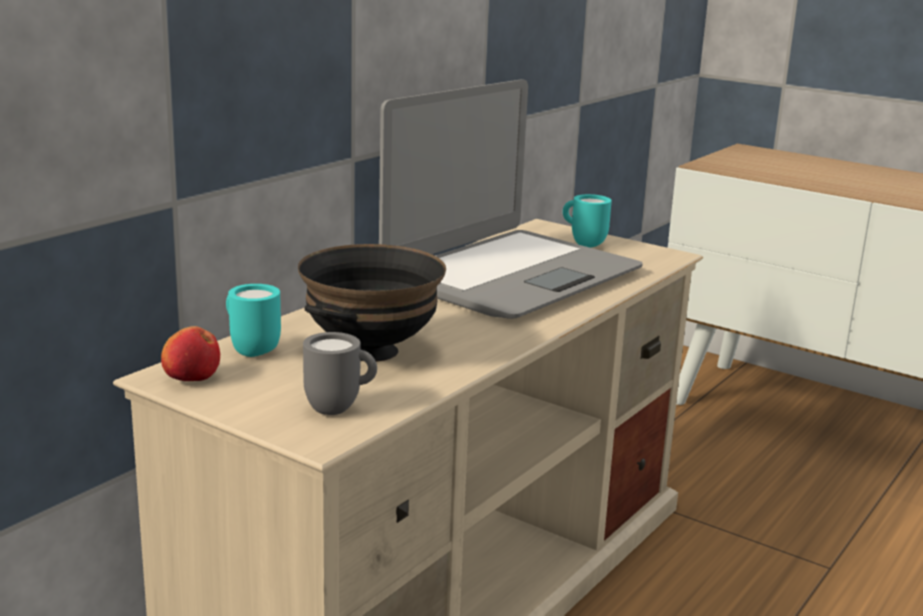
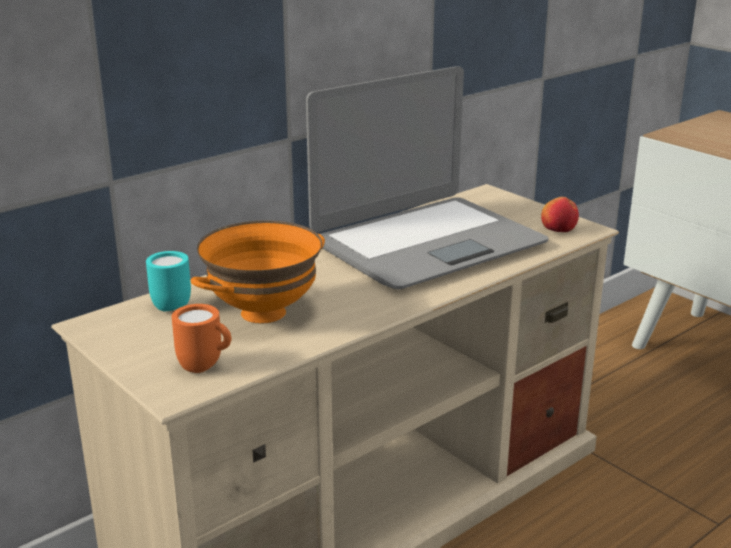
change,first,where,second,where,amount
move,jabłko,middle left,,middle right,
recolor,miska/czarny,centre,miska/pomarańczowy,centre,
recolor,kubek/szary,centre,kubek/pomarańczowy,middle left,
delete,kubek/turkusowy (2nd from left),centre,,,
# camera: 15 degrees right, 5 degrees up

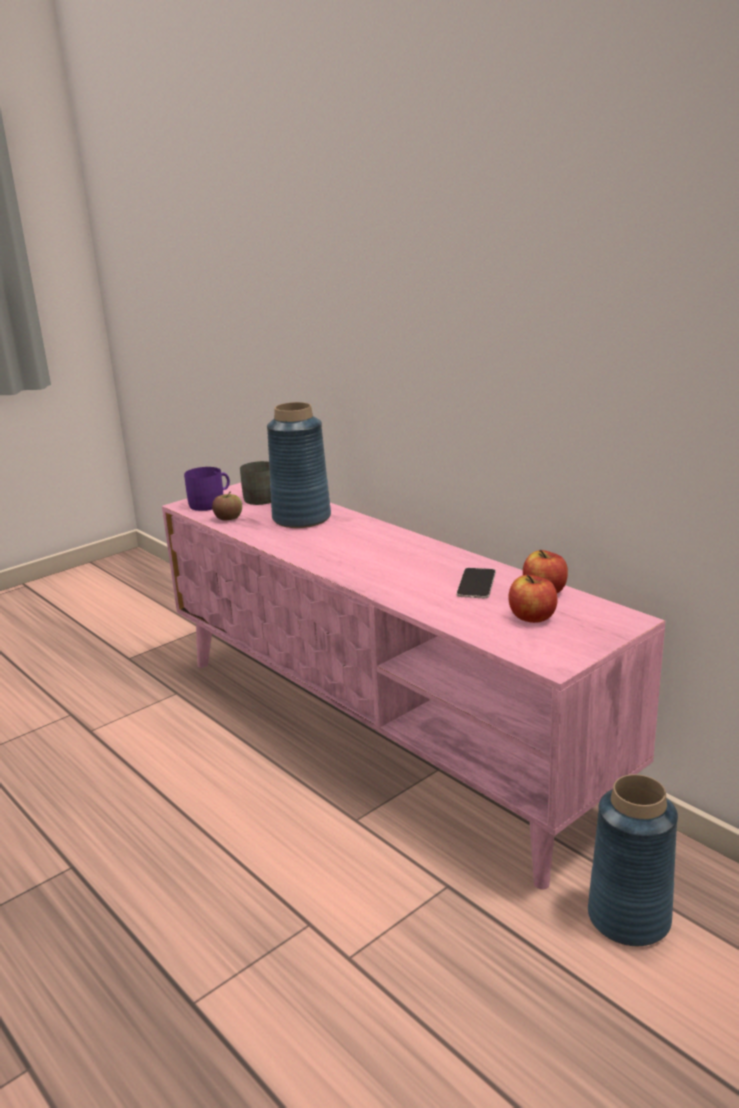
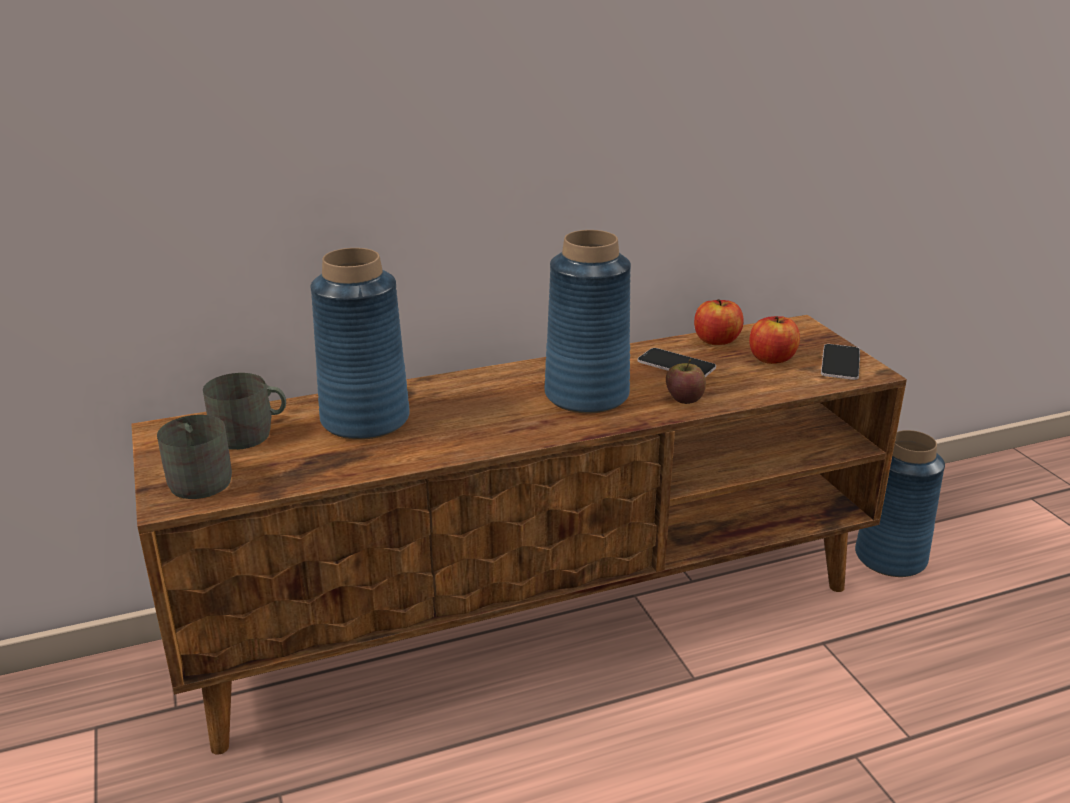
change,first,where,second,where,amount
recolor,szafka pod telewizor/różowy,centre,szafka pod telewizor/brązowy,centre,
recolor,kubek/fioletowy,middle left,kubek/szary (1st from left),middle left,
move,jabłko (1st from left),middle left,,centre,
insert,,,wazon/niebieski (2nd from left),centre,
insert,,,telefon (2nd from left),middle right,
# camera: 70 degrees left, 5 degrees up

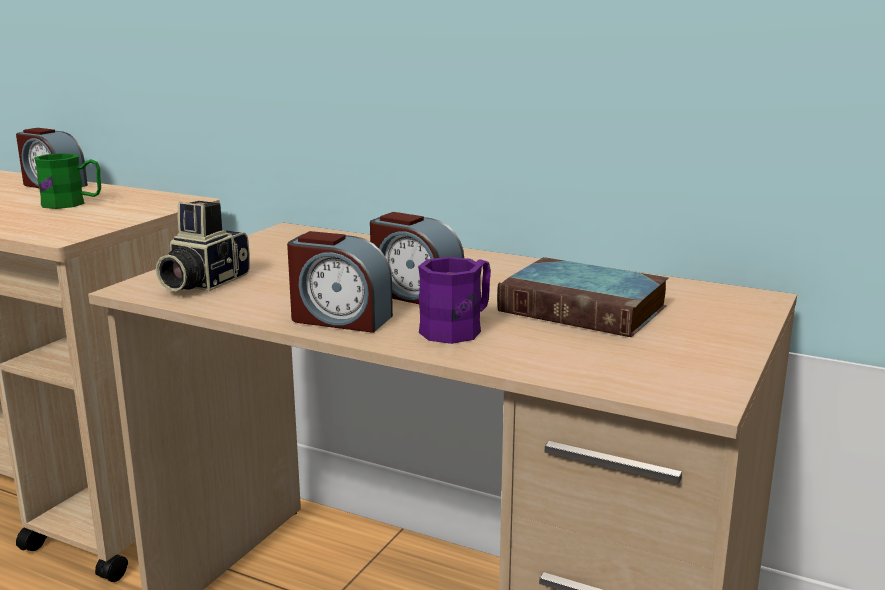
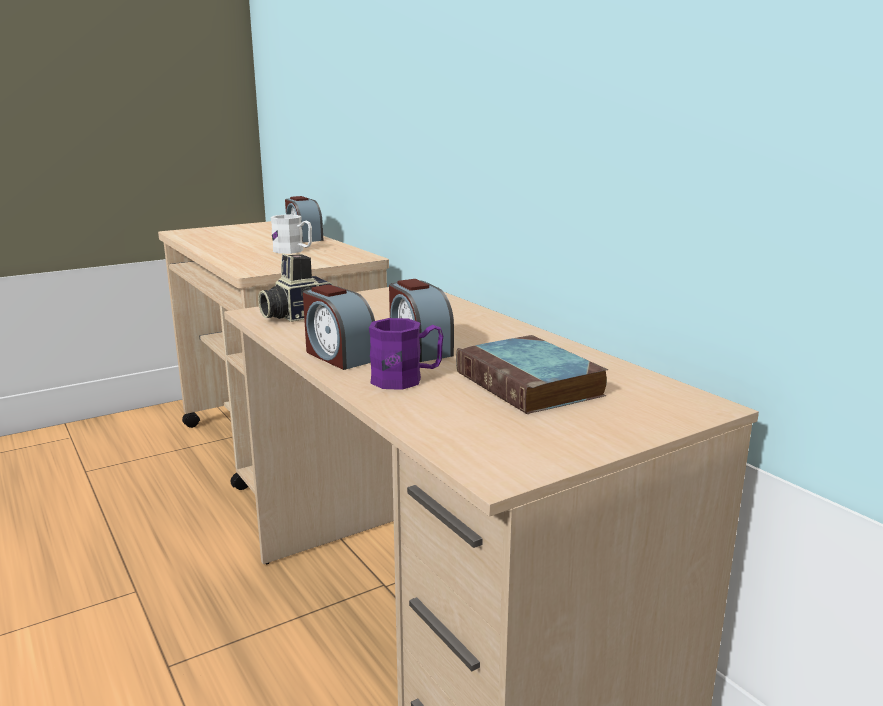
change,first,where,second,where,amount
recolor,kubek/zielony,top left,kubek/biały,top left,
# camera: 30 degrees right, 0 degrees up

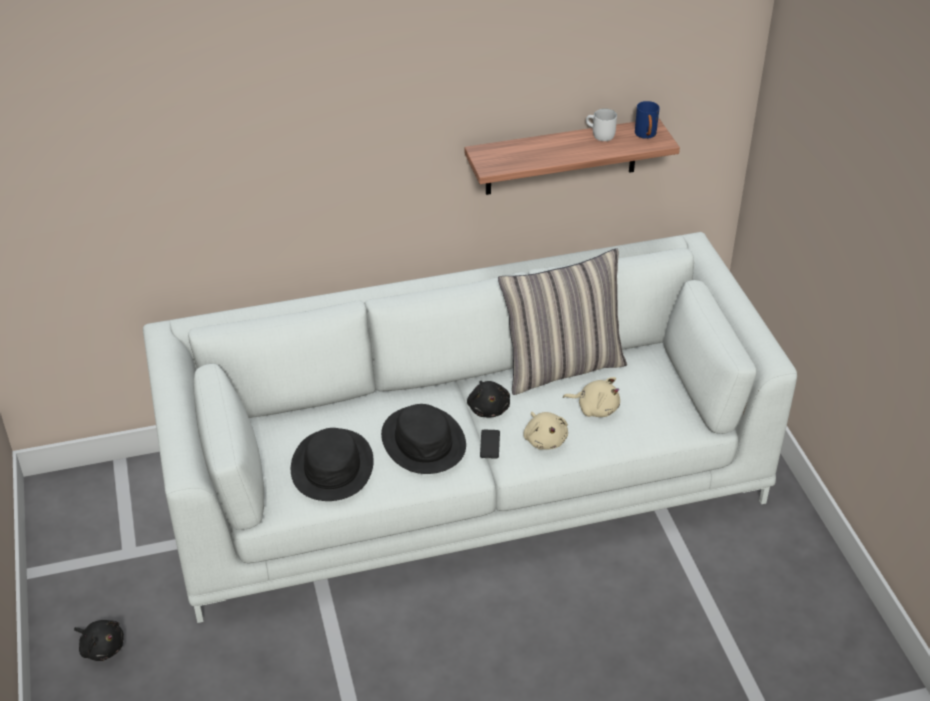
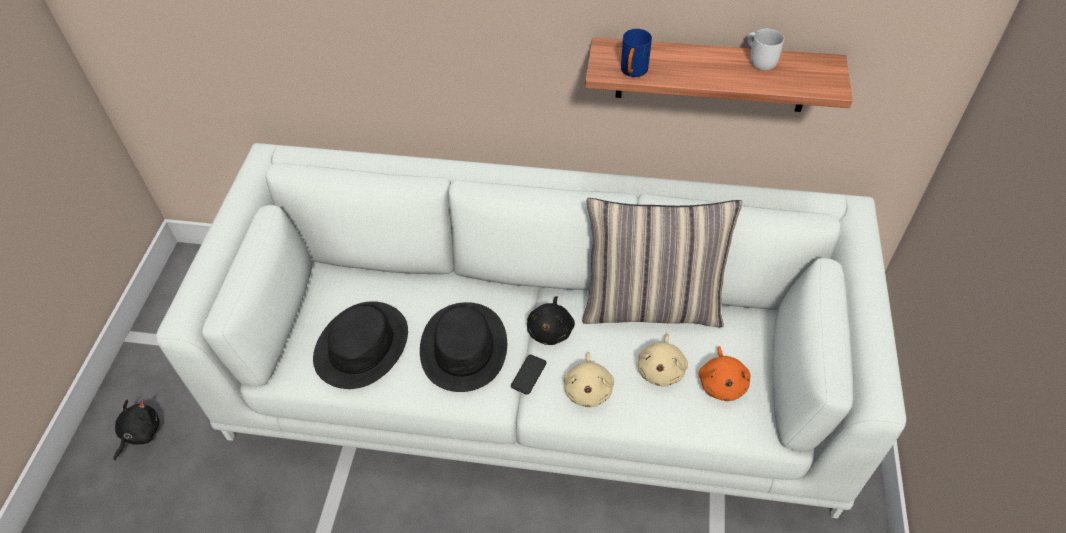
change,first,where,second,where,amount
rotate,pluszak/czarny (1st from left),bottom left,,bottom left,120 degrees counterclockwise
rotate,pluszak/beżowy (2nd from left),centre,,bottom centre,60 degrees clockwise
move,kubek/niebieski,top right,,top centre,
insert,,,pluszak/pomarańczowy,bottom right,
# camera: 25 degrees right, 10 degrees up

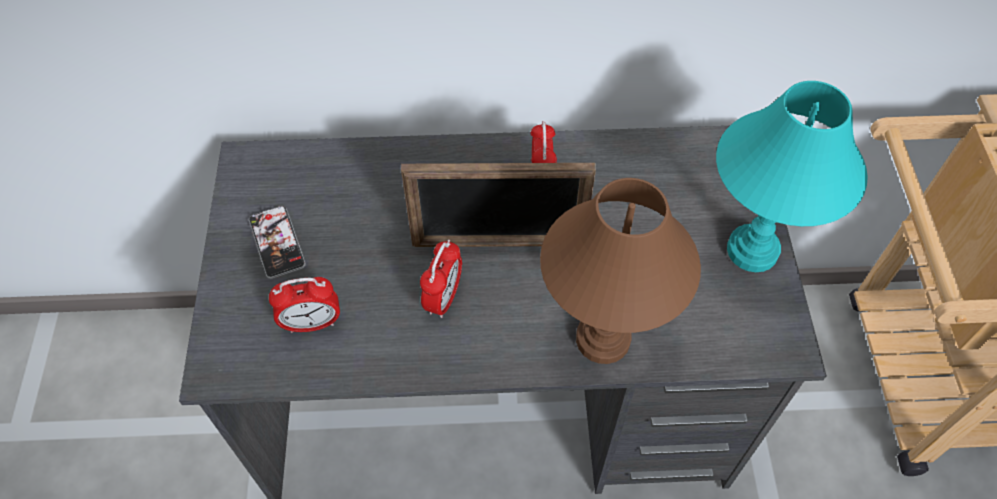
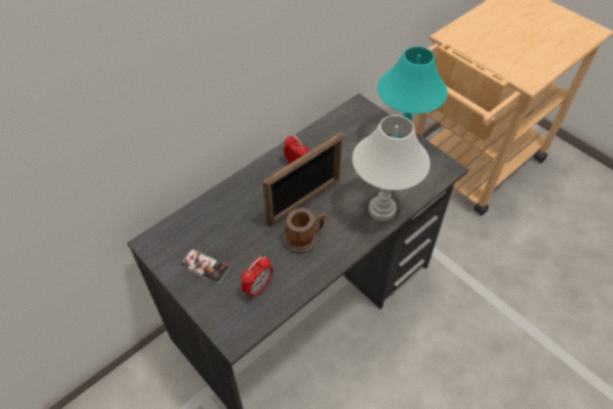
change,first,where,second,where,amount
replace,budzik (2nd from left),centre,kubek,centre,
recolor,lampa stołowa/brązowy,centre,lampa stołowa/biały,centre,
# camera: 40 degrees left, 5 degrees down

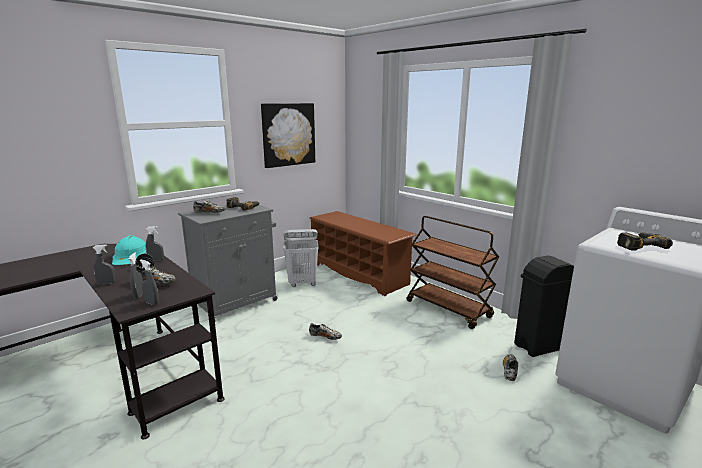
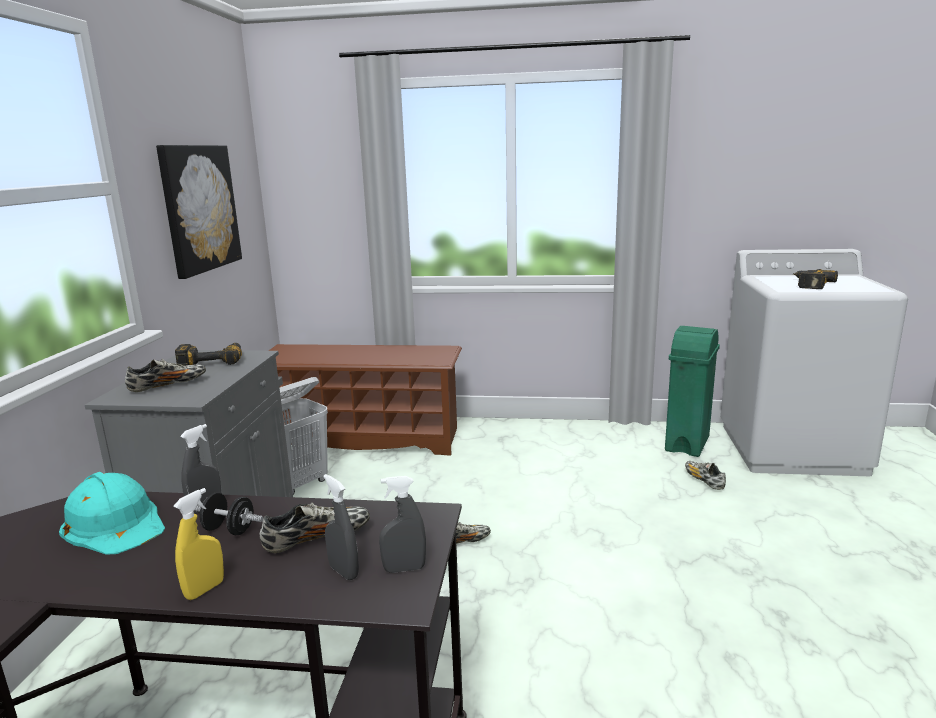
change,first,where,second,where,amount
recolor,spryskiwacz/szary (1st from left),middle left,spryskiwacz/żółty,bottom left,
delete,wózek/brązowy,centre,,,
recolor,kosz na śmieci/czarny,middle right,kosz na śmieci/zielony,middle right,
# camera: 40 degrees left, 0 degrees up

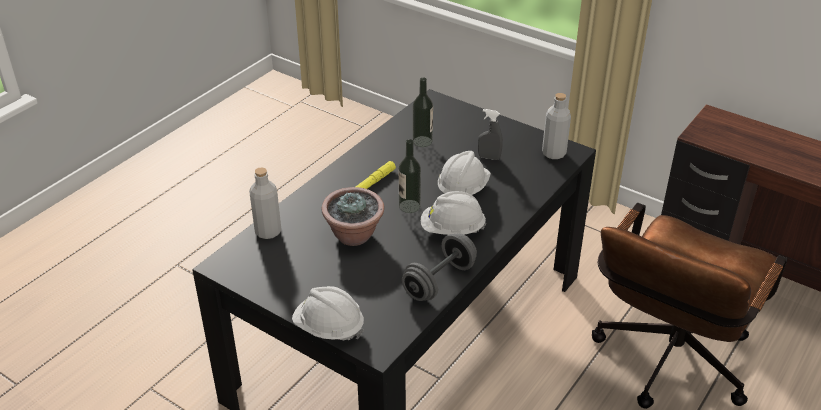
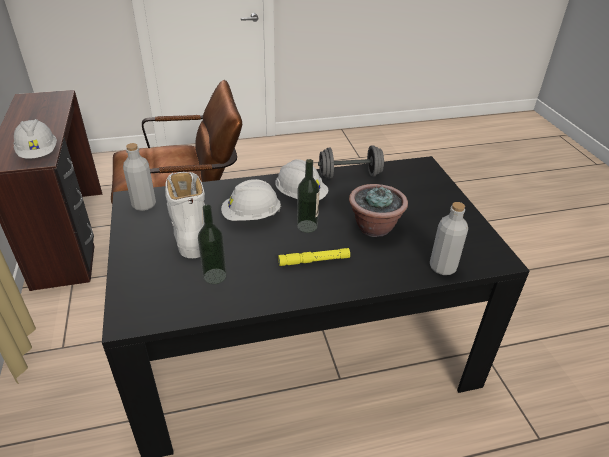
change,first,where,second,where,amount
move,kask/biały (1st from left),bottom centre,,top left,
replace,spryskiwacz/szary,top centre,but z cholewką/biały,middle left,
# camera: 140 degrees left, 0 degrees up

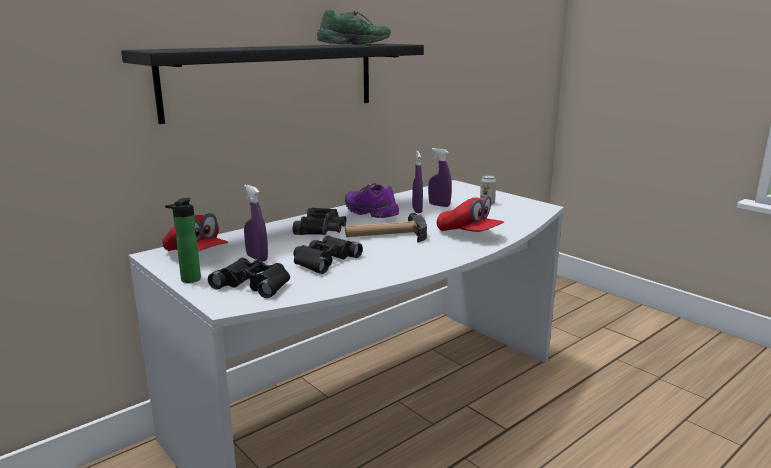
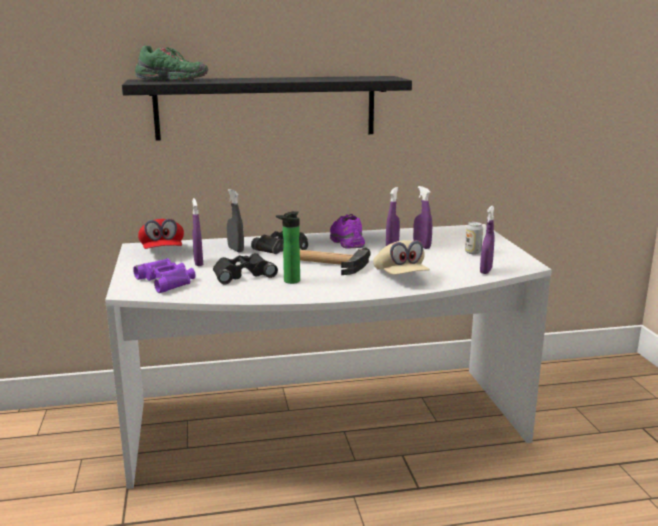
change,first,where,second,where,amount
move,butelka,middle left,,centre,
recolor,lornetka/czarny (1st from left),middle left,lornetka/fioletowy,middle left,
move,but/zielony,top centre,,top left,
recolor,czapka z daszkiem/czerwony (2nd from left),centre,czapka z daszkiem/beżowy,centre,
insert,,,spryskiwacz/szary,centre,
insert,,,spryskiwacz/fioletowy (4th from left),middle right,
# camera: 30 degrees right, 0 degrees up

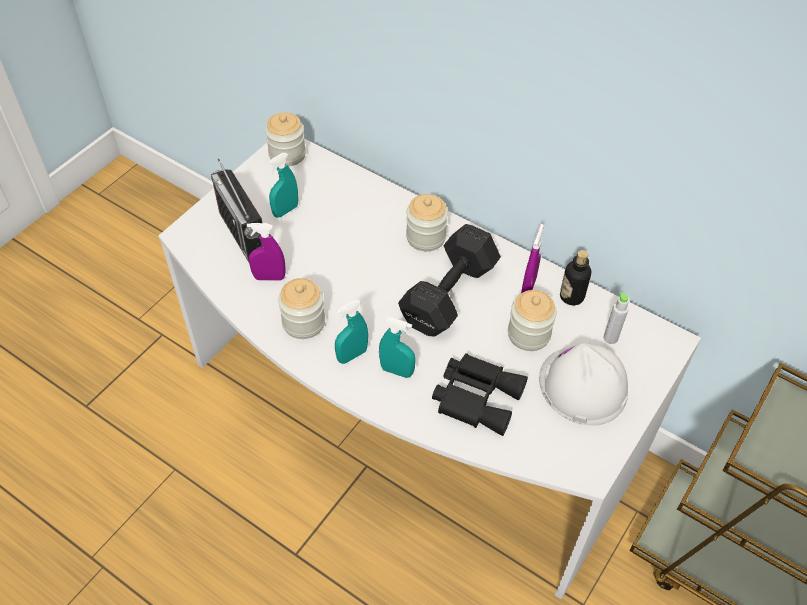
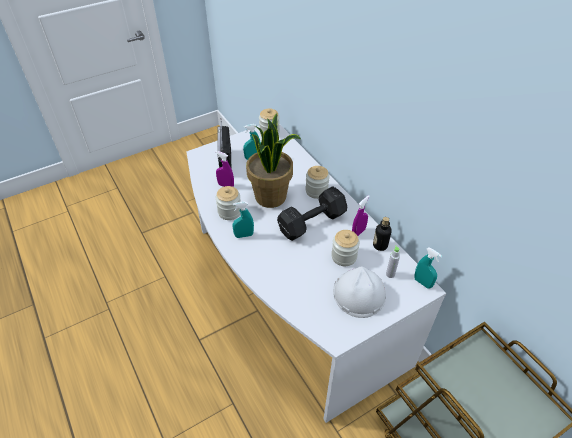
change,first,where,second,where,amount
move,spryskiwacz/turkusowy (3rd from left),centre,,middle right,
delete,lornetka/czarny,centre,,,
insert,,,roślina doniczkowa,centre,
# camera: 25 degrees right, 5 degrees down

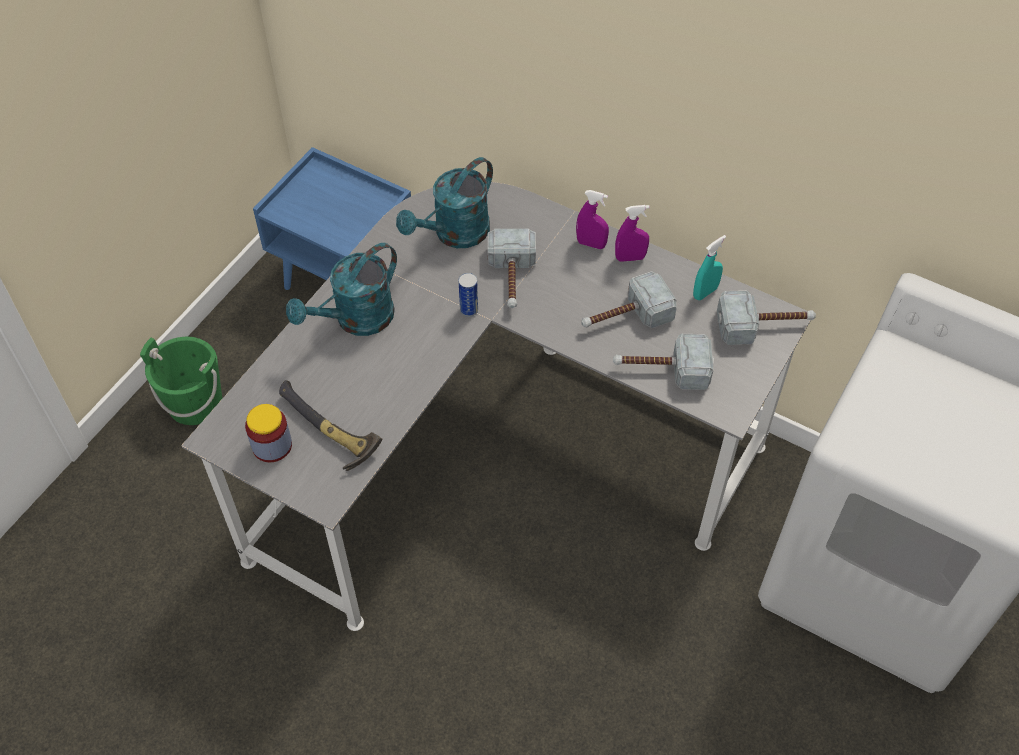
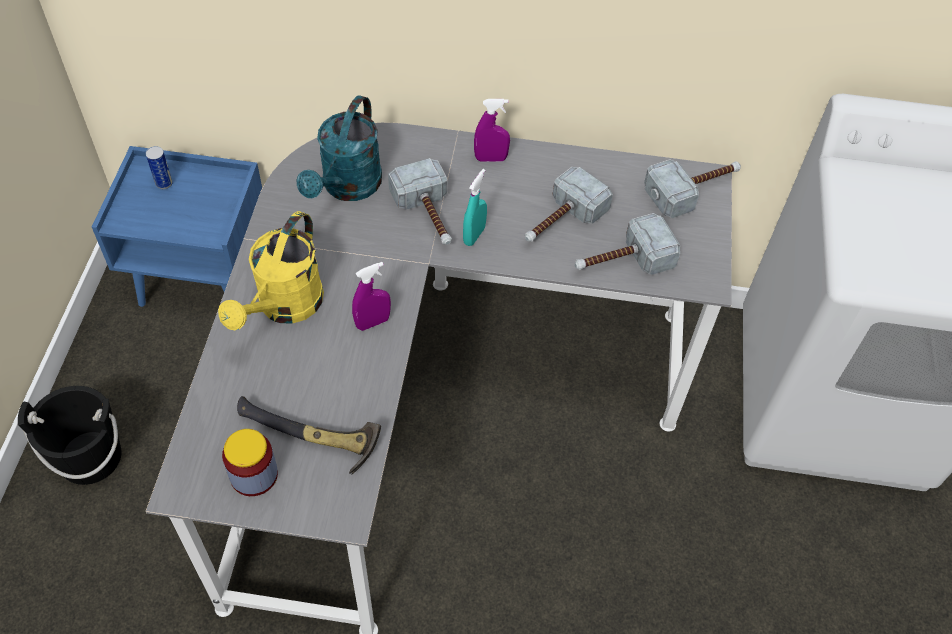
change,first,where,second,where,amount
recolor,wiadro/zielony,middle left,wiadro/czarny,bottom left,
recolor,konewka/turkusowy (1st from left),centre,konewka/żółty,middle left,
move,puszka,centre,,top left,
move,spryskiwacz/fioletowy (2nd from left in the first image),top centre,spryskiwacz/fioletowy (1st from left),centre,
move,spryskiwacz/turkusowy,middle right,,top centre,
# camera: 25 degrees left, 0 degrees up

